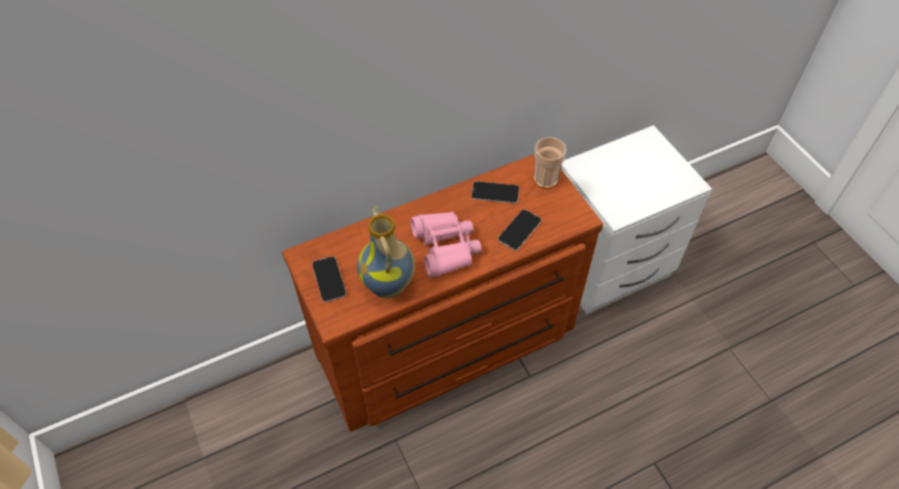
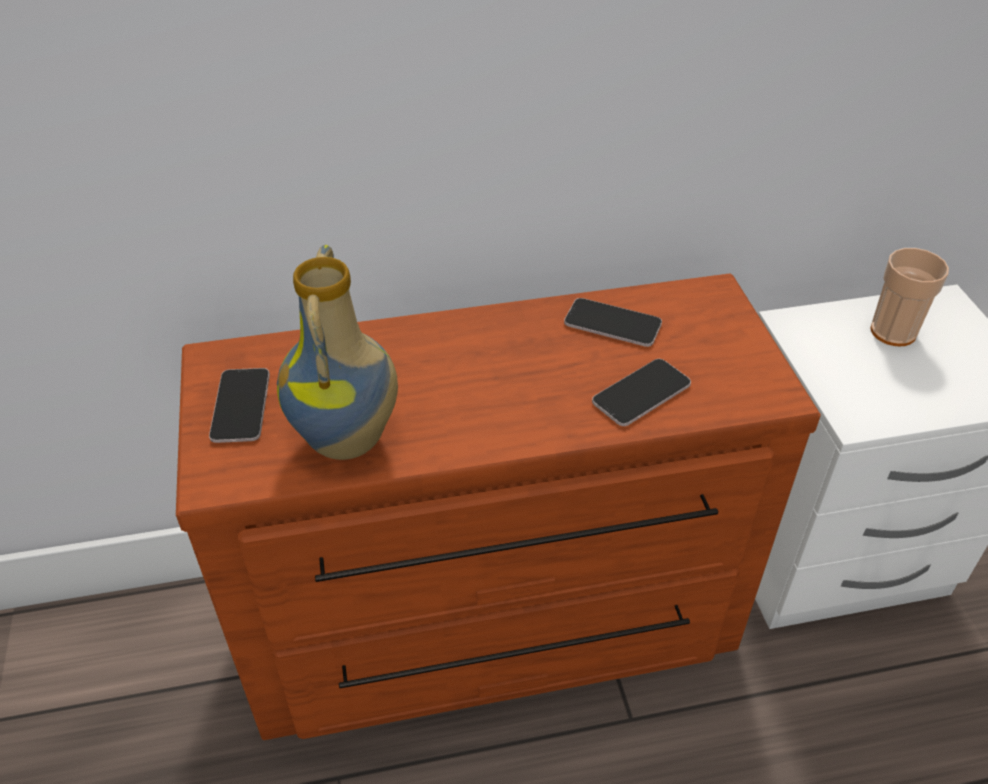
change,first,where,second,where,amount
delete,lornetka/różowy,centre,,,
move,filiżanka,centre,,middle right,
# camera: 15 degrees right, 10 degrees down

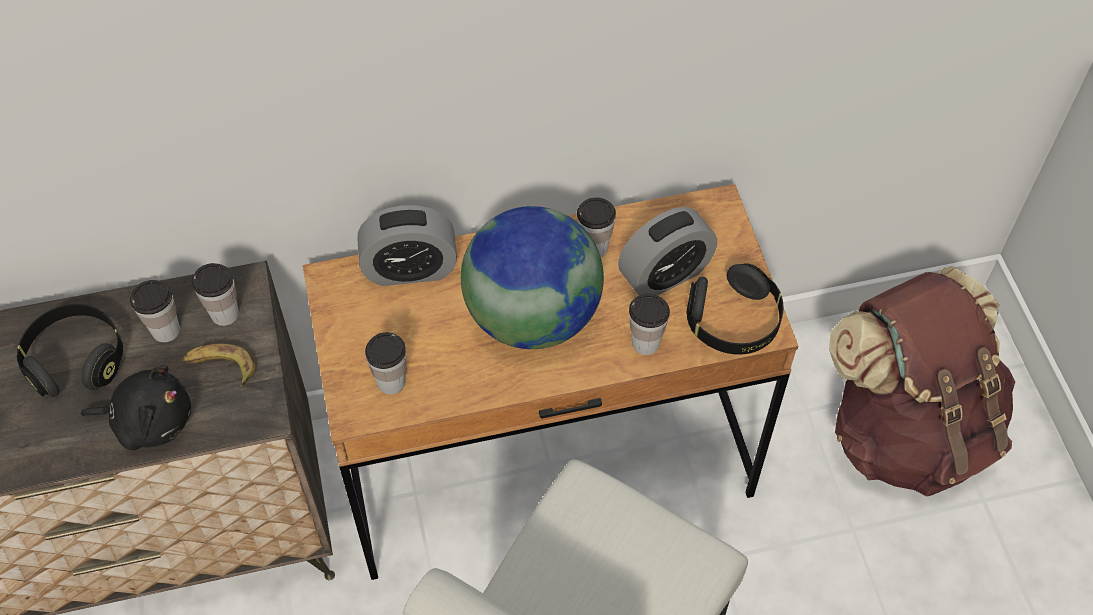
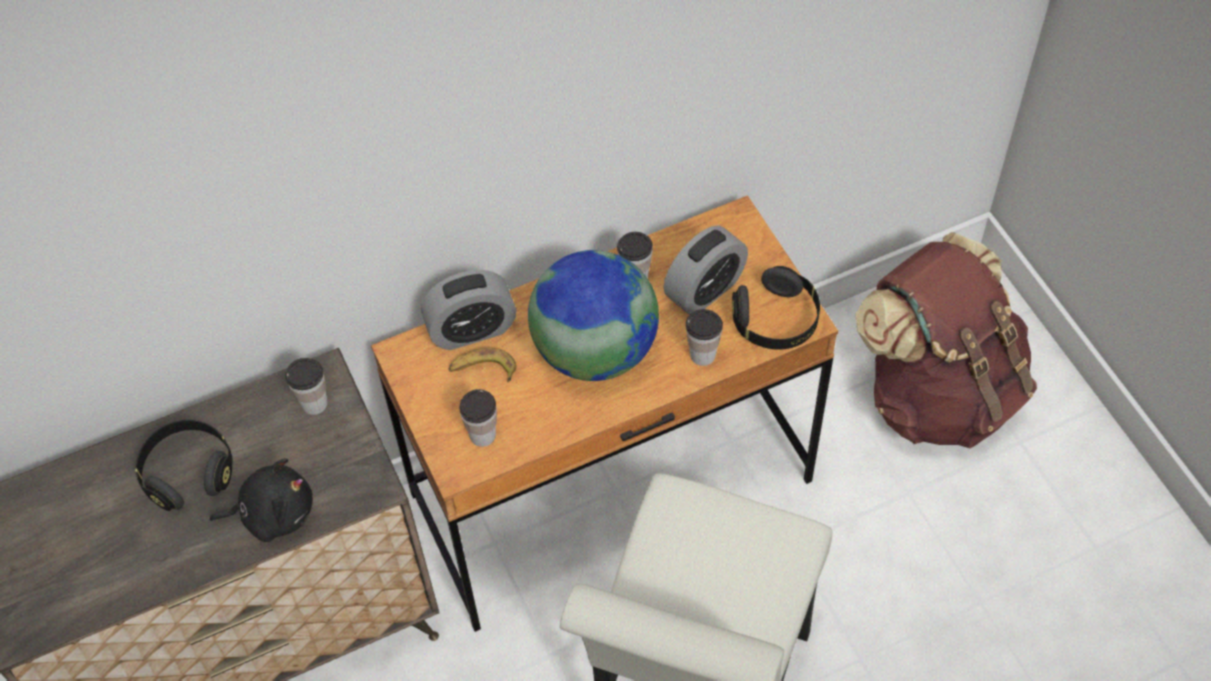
change,first,where,second,where,amount
delete,filiżanka (1st from left),middle left,,,
move,banan,middle left,,centre,
# camera: 10 degrees left, 0 degrees up

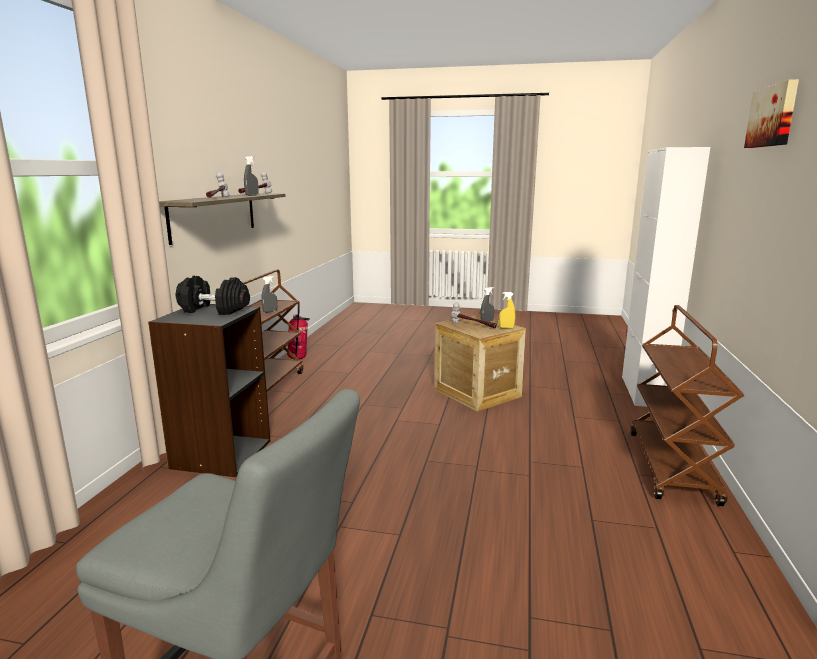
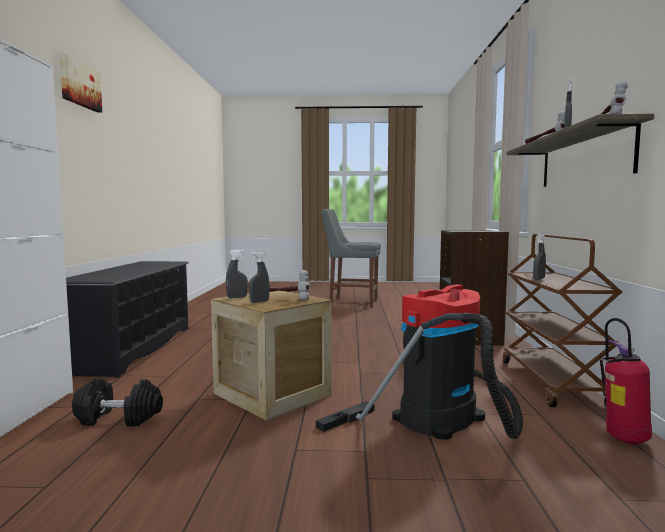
change,first,where,second,where,amount
move,hantel/czarny,middle left,,bottom left,
recolor,spryskiwacz/żółty,centre,spryskiwacz/szary (1st from left),centre,
replace,wózek/brązowy (2nd from left),middle right,regał na buty/czarny,middle left,
insert,,,odkurzacz,bottom centre,
# camera: 170 degrees right, 10 degrees down

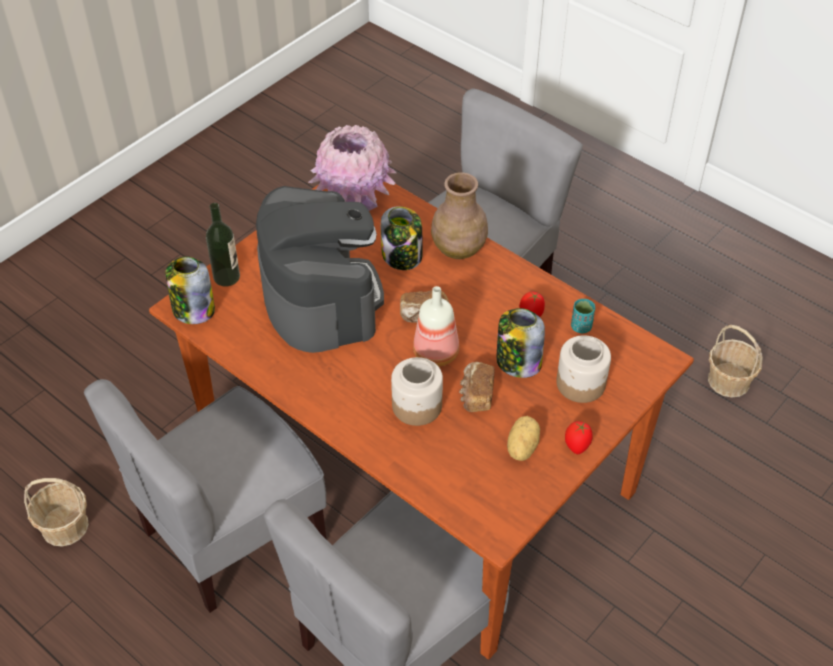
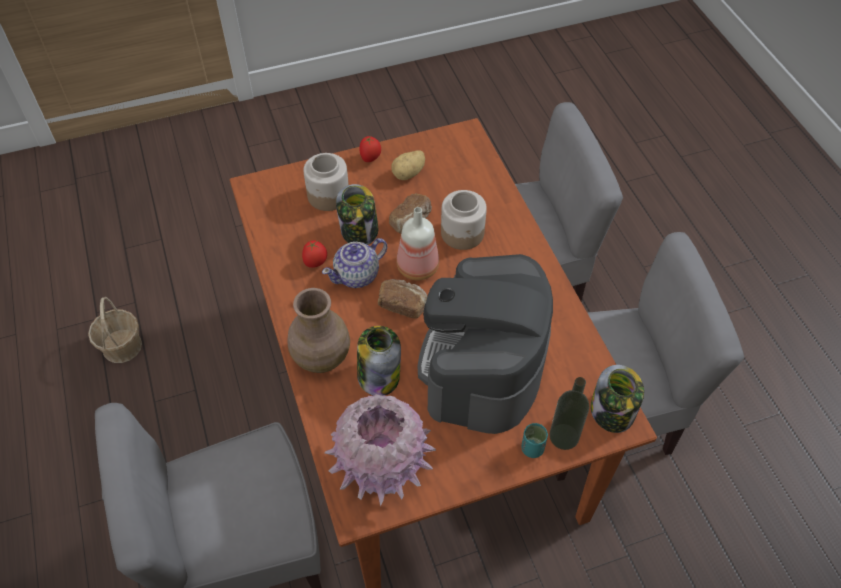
change,first,where,second,where,amount
delete,koszyk (1st from left),bottom left,,,
move,filiżanka/turkusowy,middle right,,bottom centre,
insert,,,imbryk,centre,
# camera: 150 degrees left, 5 degrees up

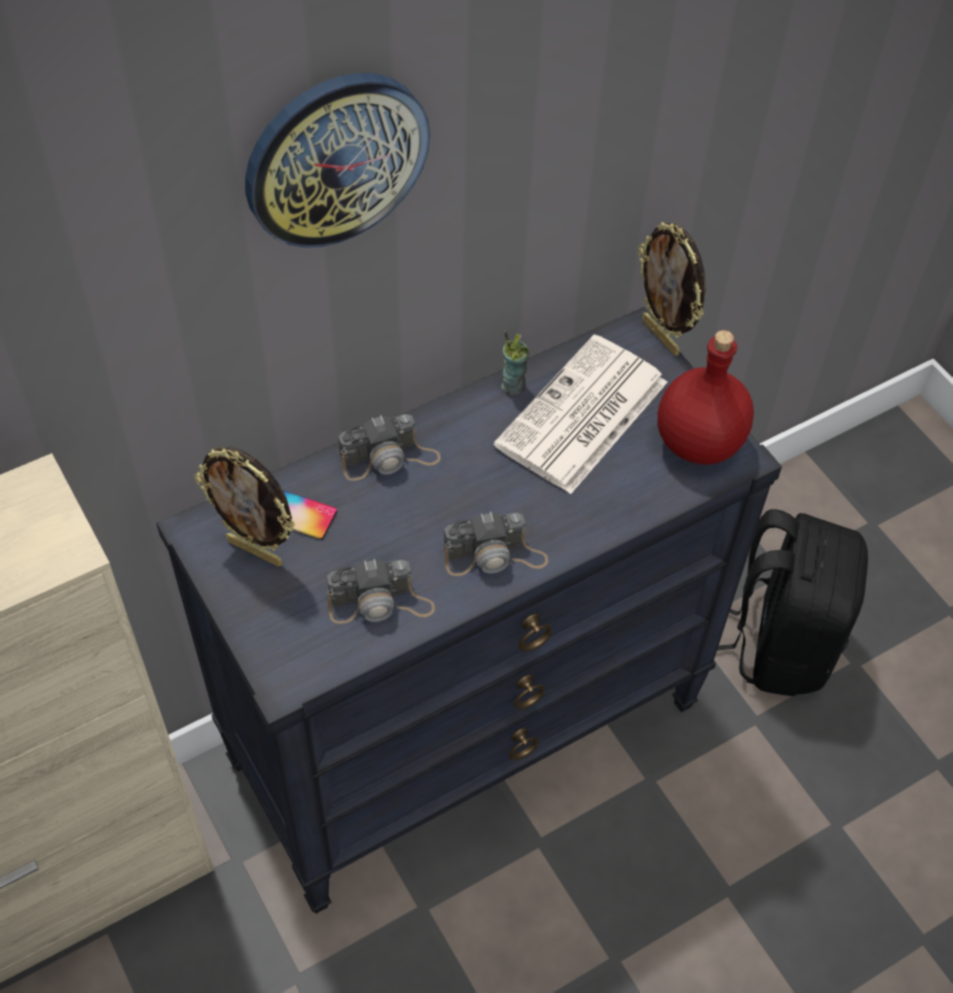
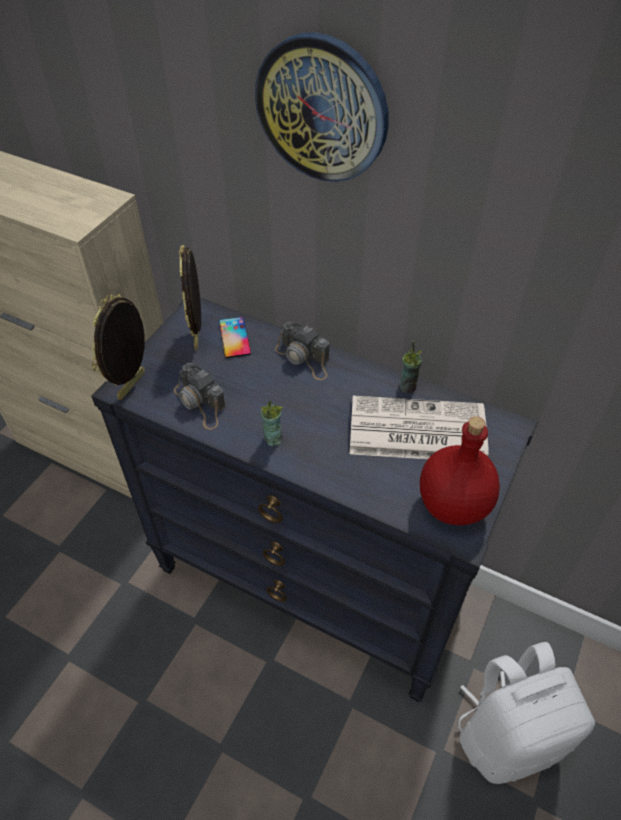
change,first,where,second,where,amount
replace,aparat fotograficzny (3rd from left),centre,filiżanka (1st from left),centre,
move,ramka na zdjęcie (2nd from left in the first image),top right,ramka na zdjęcie (1st from left),middle left,
recolor,plecak/czarny,middle right,plecak/biały,bottom right,
# camera: 60 degrees right, 5 degrees down

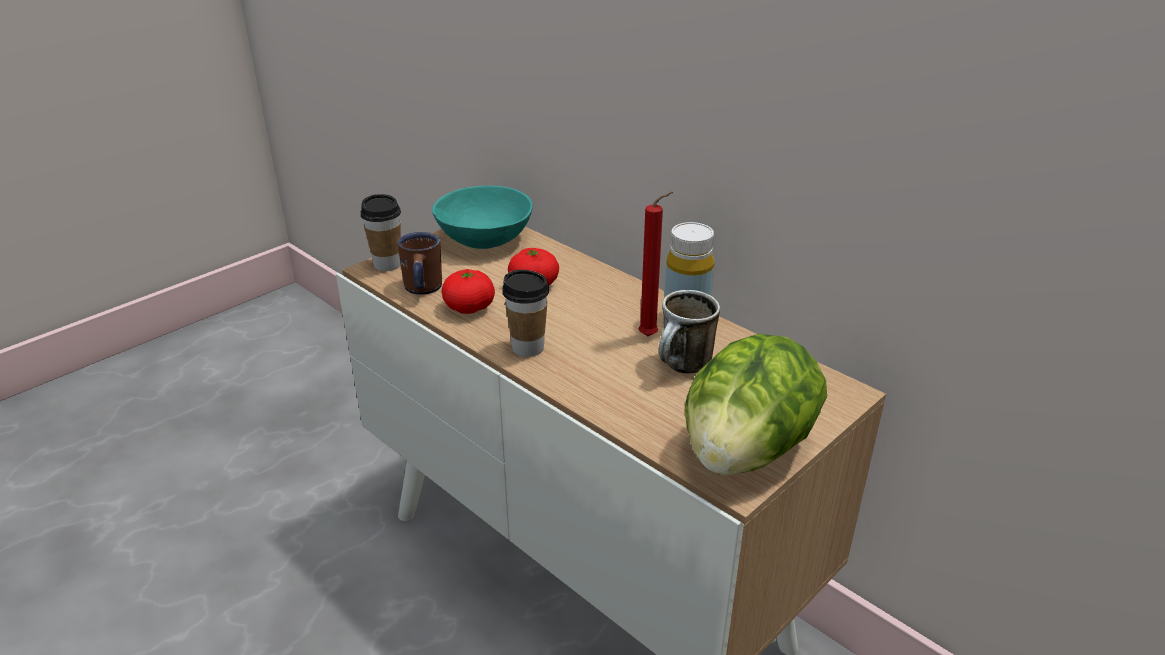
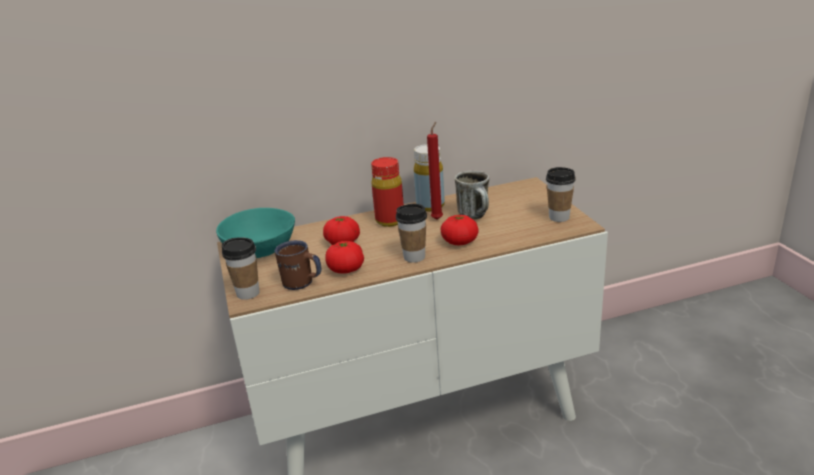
change,first,where,second,where,amount
replace,sałata,centre,filiżanka (3rd from left),middle right,
insert,,,butelka/czerwony,centre,
insert,,,pomidor (3rd from left),centre,
# camera: 60 degrees left, 5 degrees down

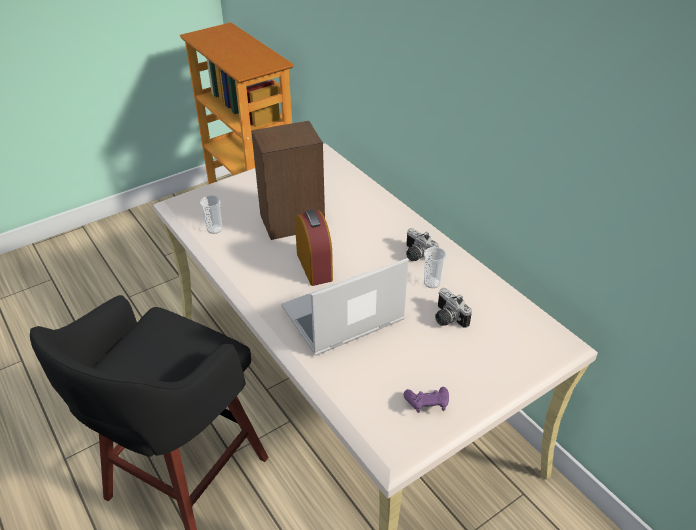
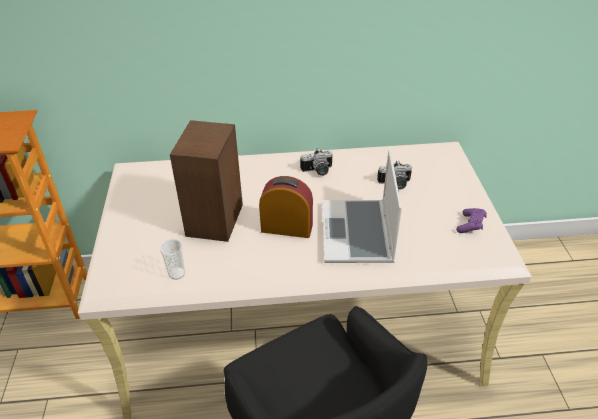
change,first,where,second,where,amount
delete,filiżanka (2nd from left),centre,,,
# camera: 60 degrees left, 0 degrees up

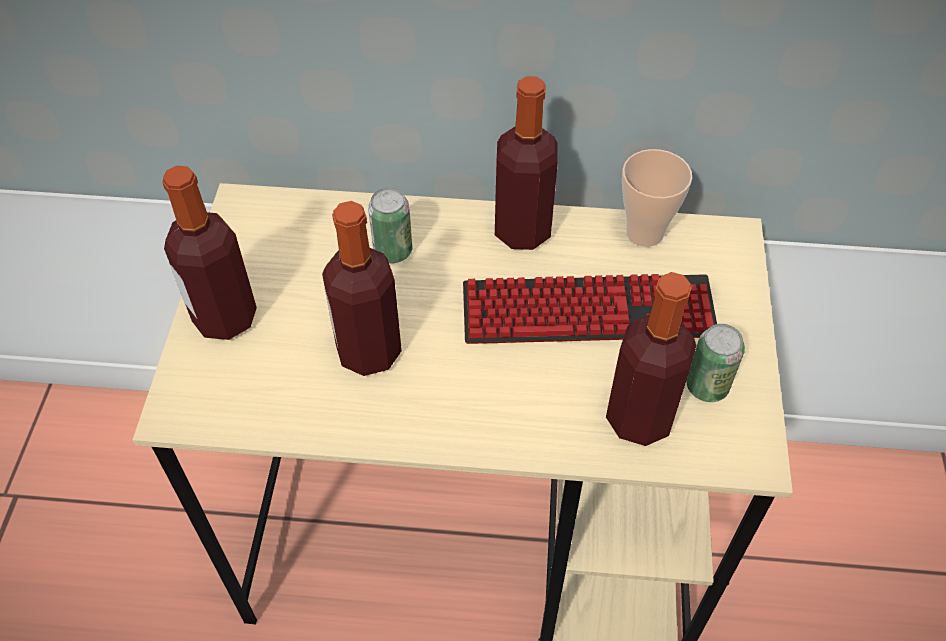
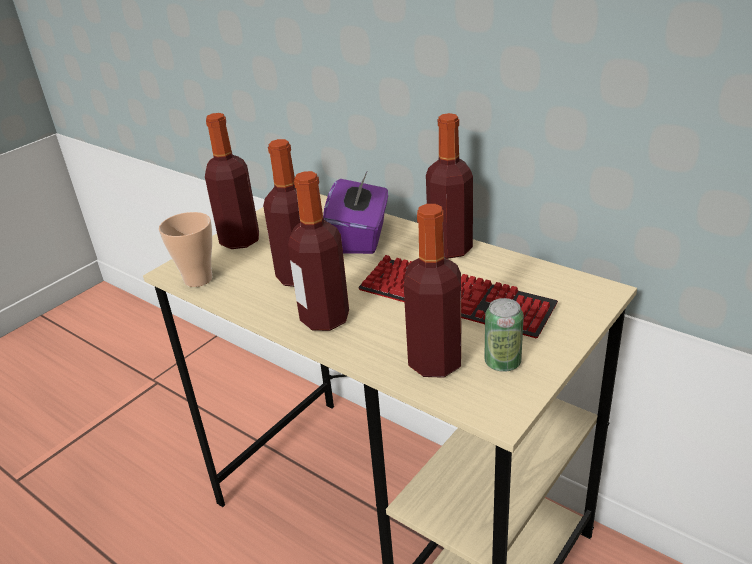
change,first,where,second,where,amount
replace,puszka (1st from left),centre,pudełko chusteczek/fioletowy,centre,
move,filiżanka,top right,,middle left,
insert,,,butelka (3rd from left),centre,
# camera: 35 degrees right, 20 degrees down

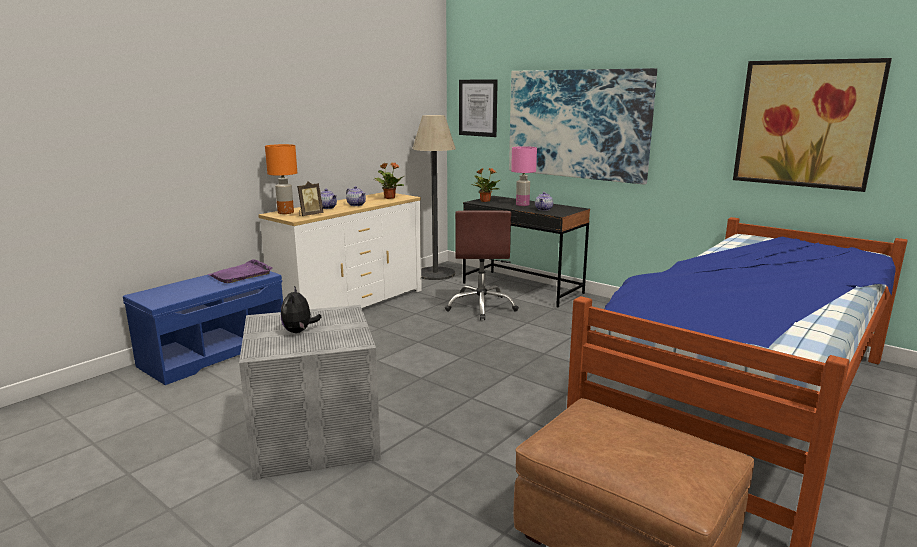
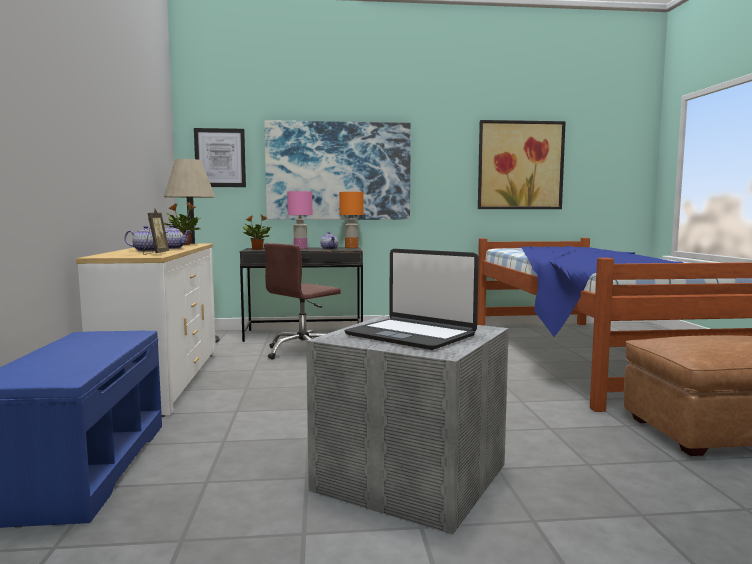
change,first,where,second,where,amount
delete,taca/fioletowy,middle left,,,
move,lampa stołowa/pomarańczowy,top left,,centre,
replace,pluszak,middle left,laptop,centre,
rotate,krzesło biurowe/brązowy,centre,,centre,90 degrees clockwise
# camera: 45 degrees left, 10 degrees down

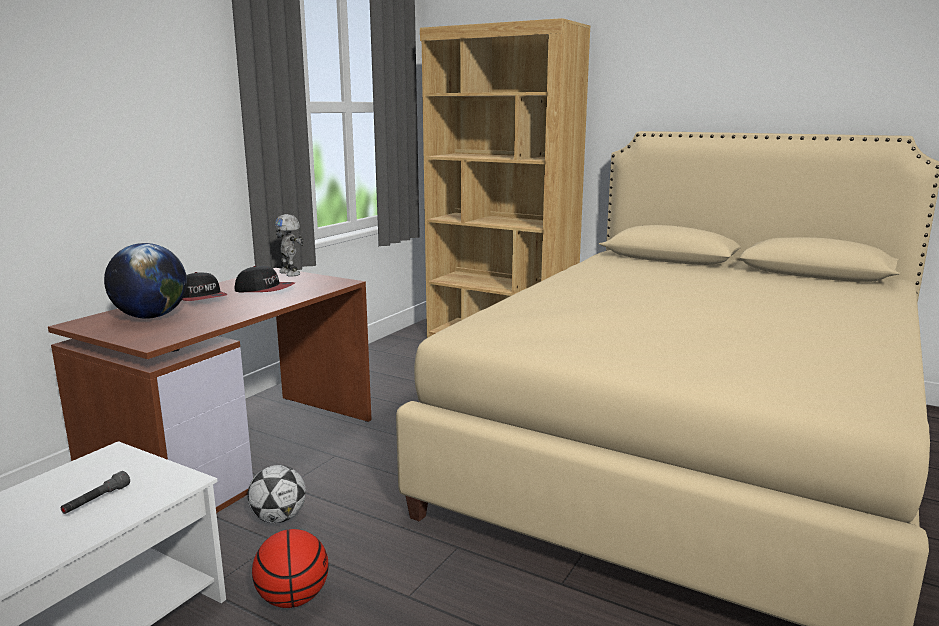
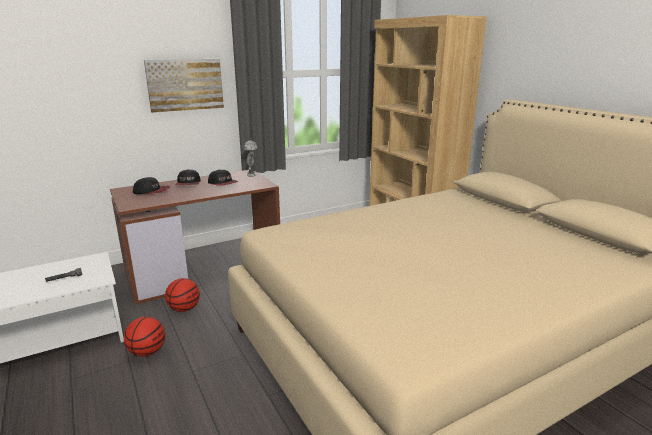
change,first,where,second,where,amount
replace,globus,middle left,czapka z daszkiem (1st from left),middle left,
replace,piłka futbolowa,bottom left,piłka do koszykówki (2nd from left),bottom left,
insert,,,obraz,top left,
# camera: 30 degrees right, 5 degrees up

